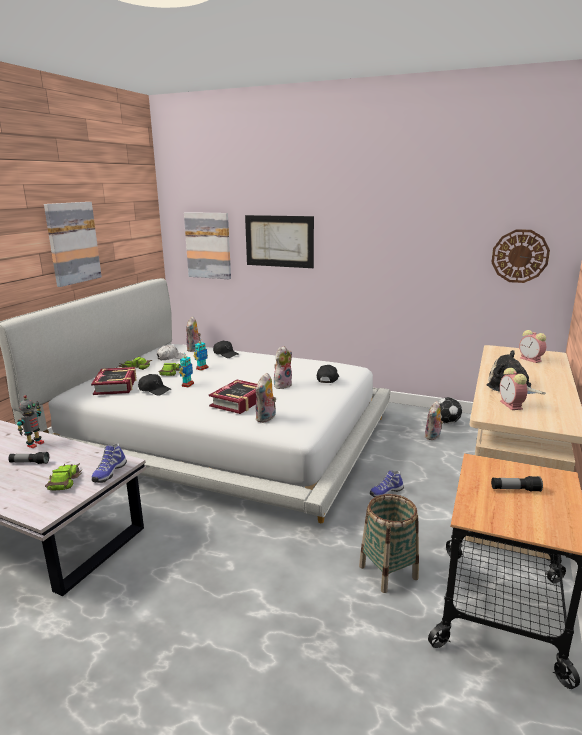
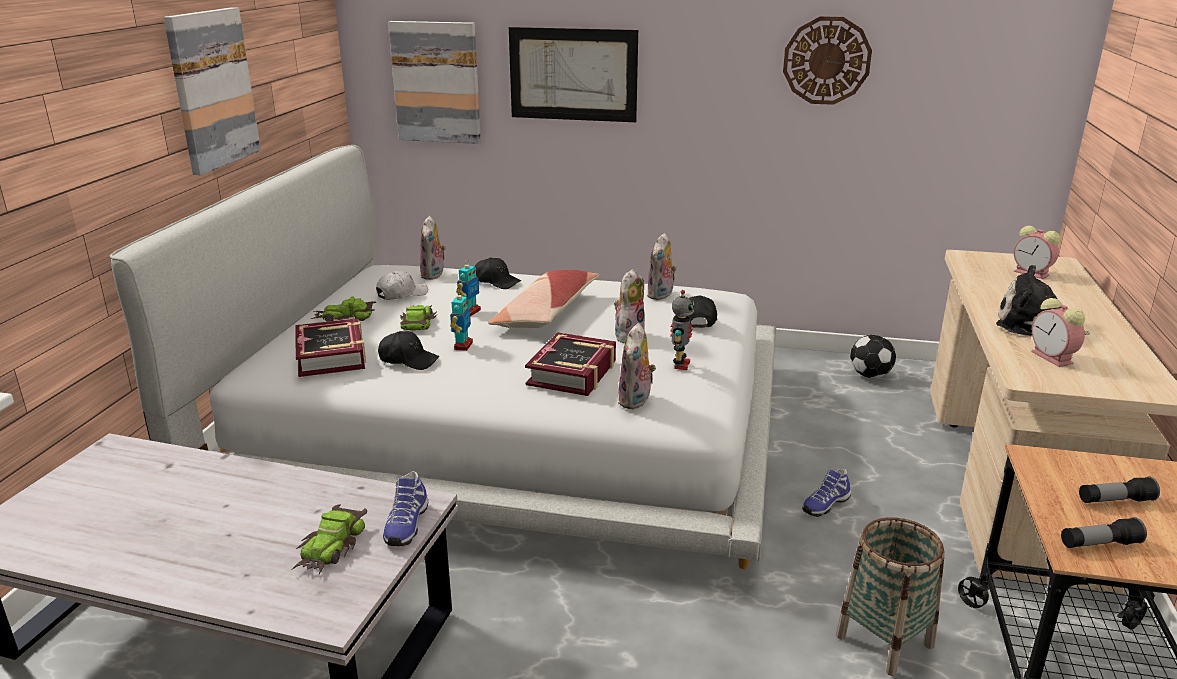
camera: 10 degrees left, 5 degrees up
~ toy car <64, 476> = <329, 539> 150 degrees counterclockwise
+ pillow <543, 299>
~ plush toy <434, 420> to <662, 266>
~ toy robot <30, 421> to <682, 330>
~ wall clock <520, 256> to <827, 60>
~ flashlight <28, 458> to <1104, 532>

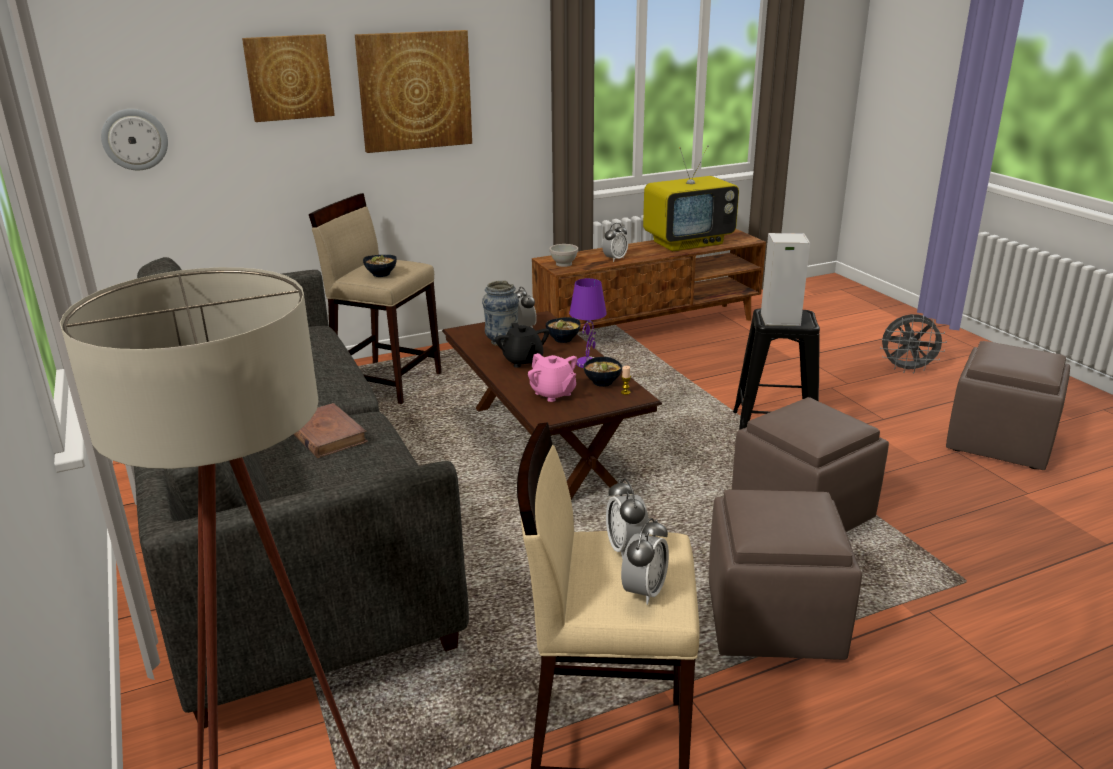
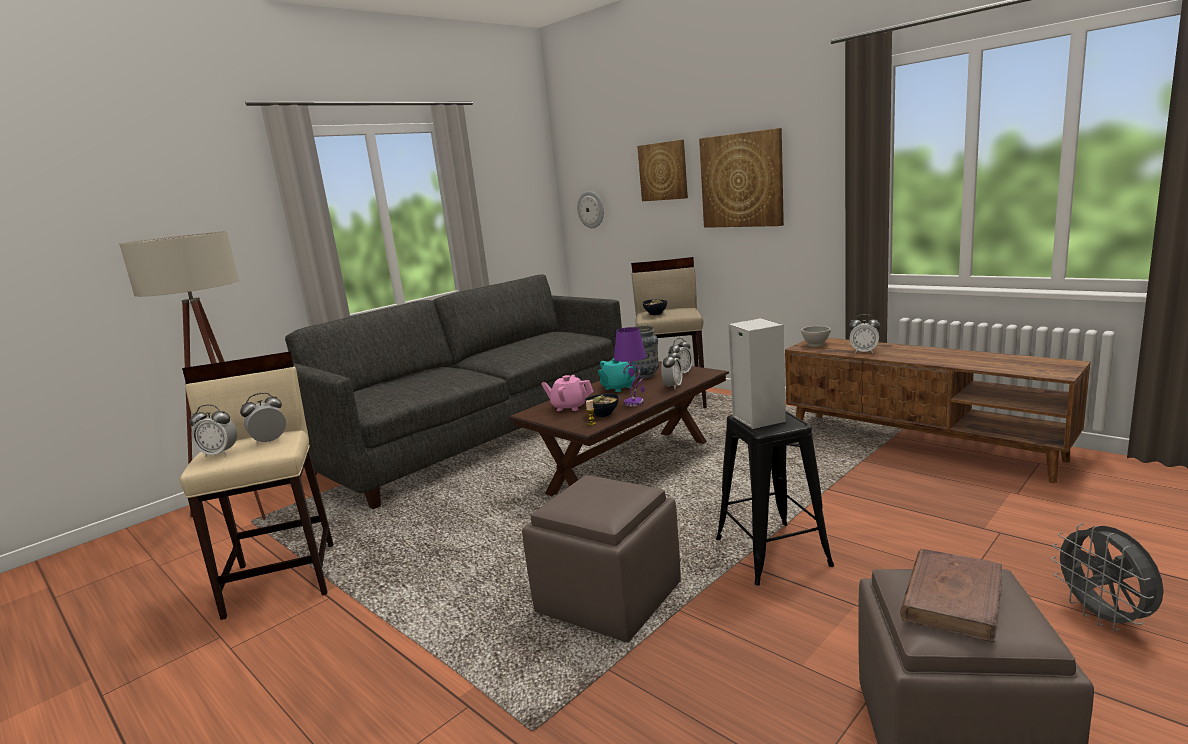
camera: 70 degrees right, 10 degrees down
~ teapot/pink <552, 377> = <567, 393> 75 degrees clockwise
~ teapot/black <522, 345> to teapot/turquoise <617, 375>
~ bowl <563, 330> to alarm clock <672, 369>
~ book/brown <330, 430> to <951, 596>
- television <691, 198>
- ottoman/brown <785, 575>

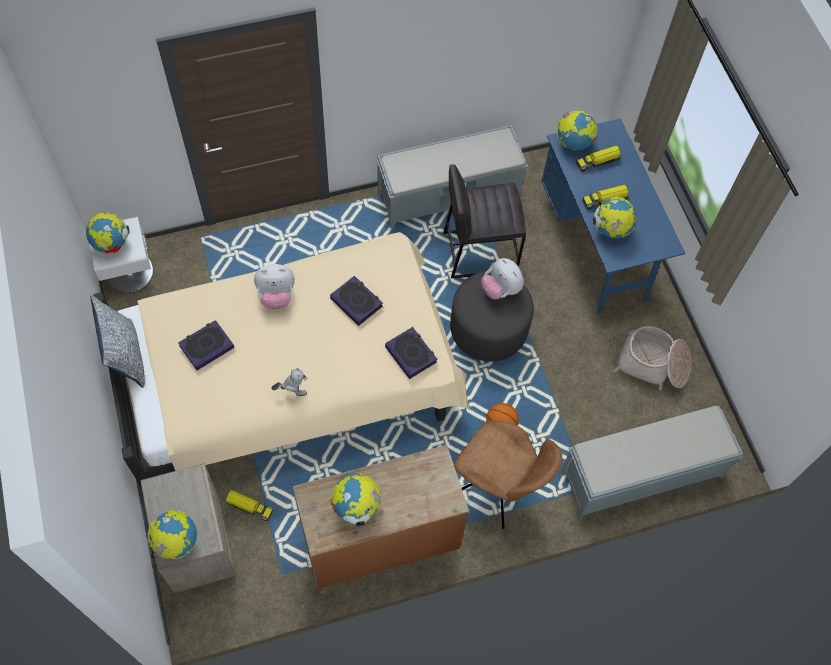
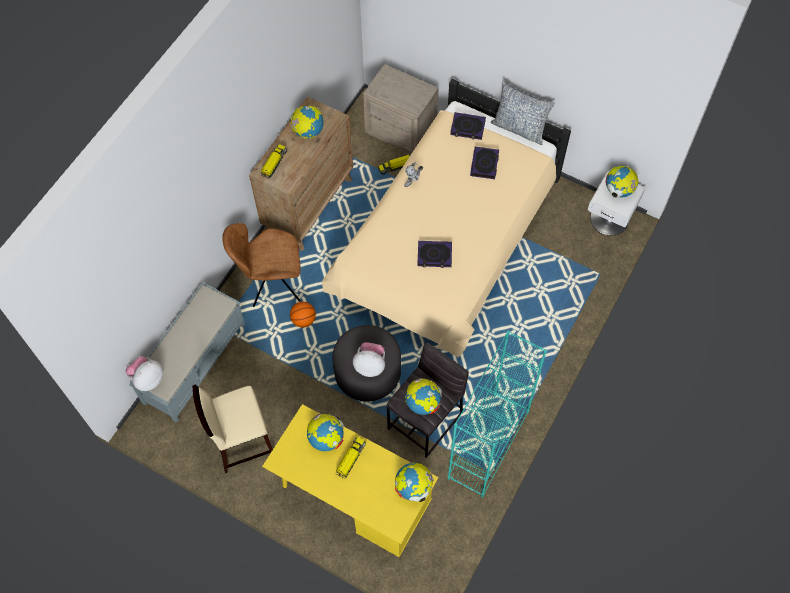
camera: 140 degrees right, 0 degrees up
~ plush toy <274, 286> to <144, 373>
~ basket <652, 358> to stool/beige <232, 429>
~ toy truck <598, 159> to <274, 161>
~ desk/blue <613, 216> to desk/yellow <350, 480>
~ globe <171, 535> to <423, 396>
~ bench/grey <452, 176> to bookcase/turquoise <497, 414>
~ book <411, 353> to <468, 126>

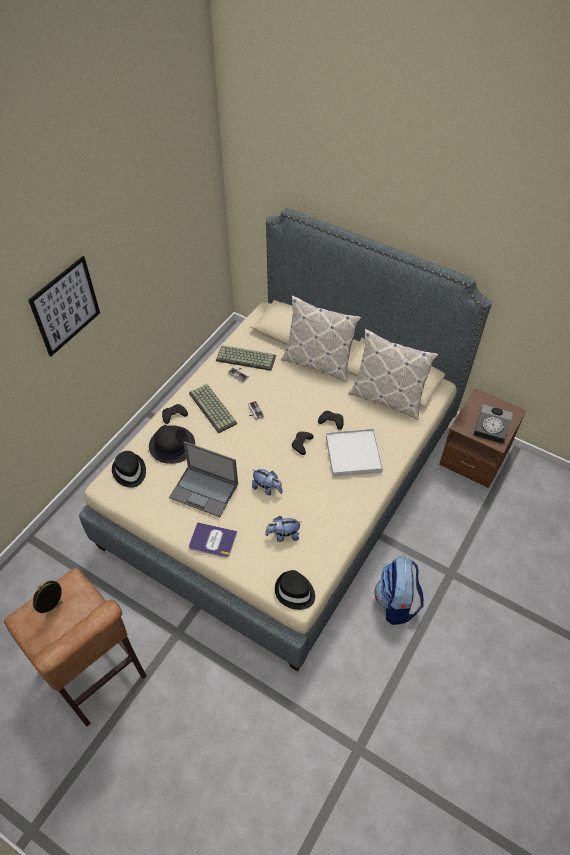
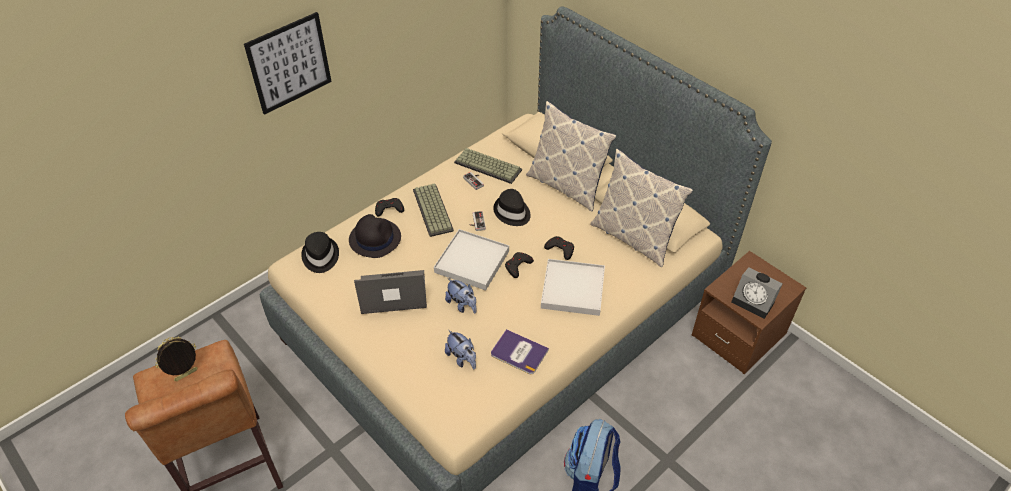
camera: 15 degrees right, 5 degrees down
~ laptop <203, 479> = <390, 292> 135 degrees clockwise
+ tray/white <471, 260>
~ plush toy <283, 529> = <460, 349> 135 degrees counterclockwise
~ book <213, 540> to <520, 351>
~ hat/black <295, 590> to <512, 207>

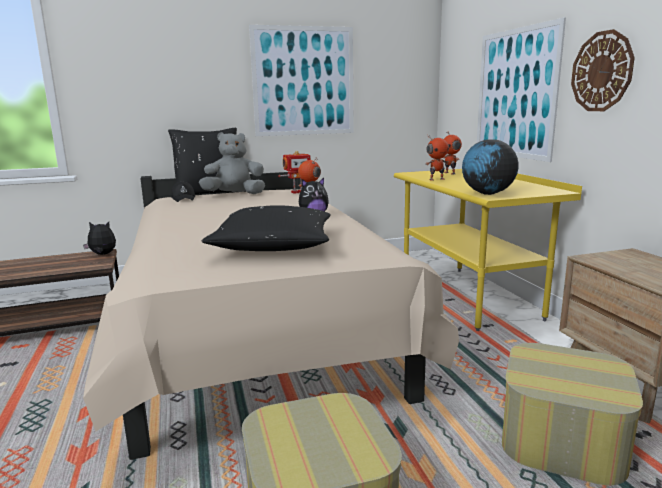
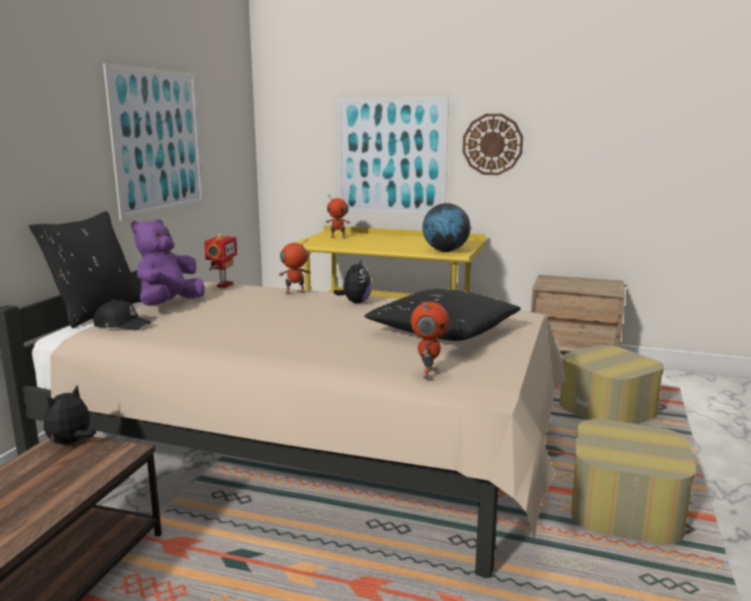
camera: 55 degrees left, 0 degrees up
~ plush toy/grey <232, 163> to plush toy/purple <168, 262>
~ toy robot <437, 158> to <430, 340>

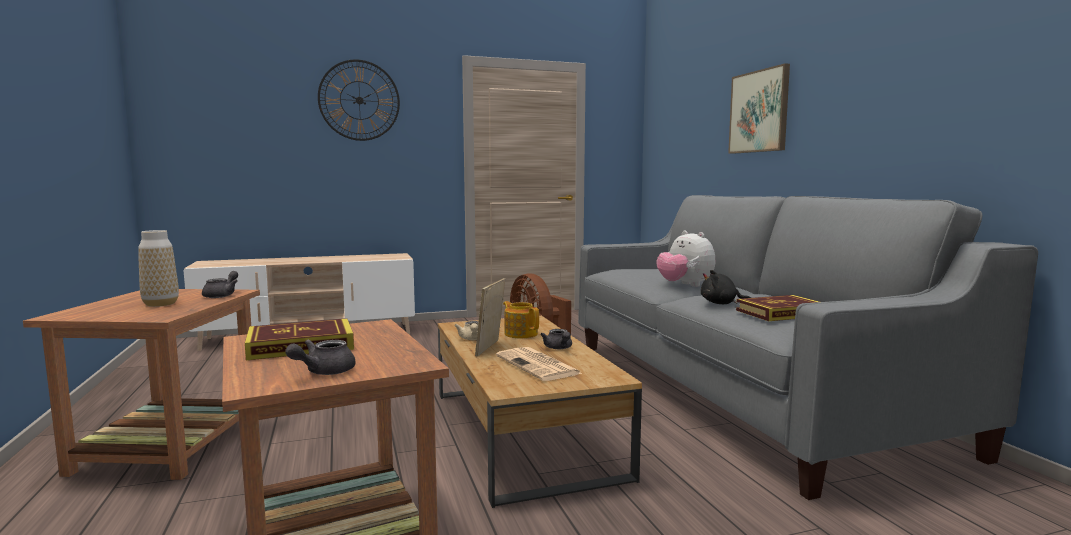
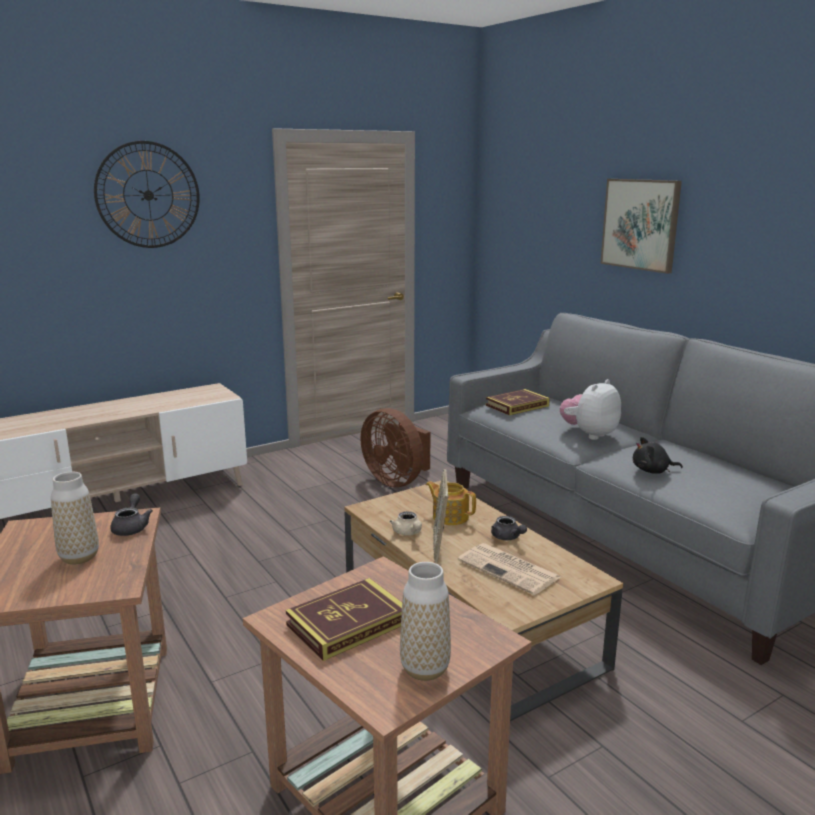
camera: 15 degrees left, 10 degrees up
~ teapot/grey <320, 357> to vase <425, 621>
~ book <777, 308> to <518, 402>
~ plush toy <685, 259> = <590, 409> 90 degrees clockwise

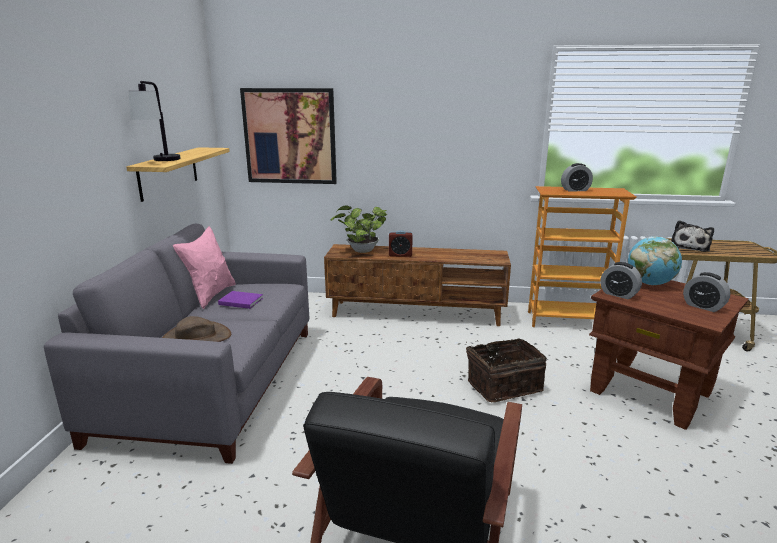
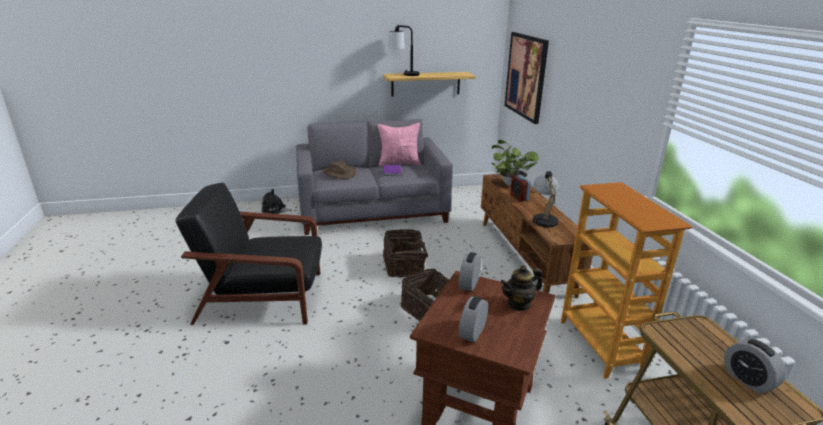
camera: 70 degrees right, 5 degrees up
~ plush toy <692, 236> to <276, 201>
+ basket <407, 253>
~ globe <655, 261> to teapot <521, 288>
+ table lamp <546, 201>
~ alarm clock <577, 177> to <755, 366>

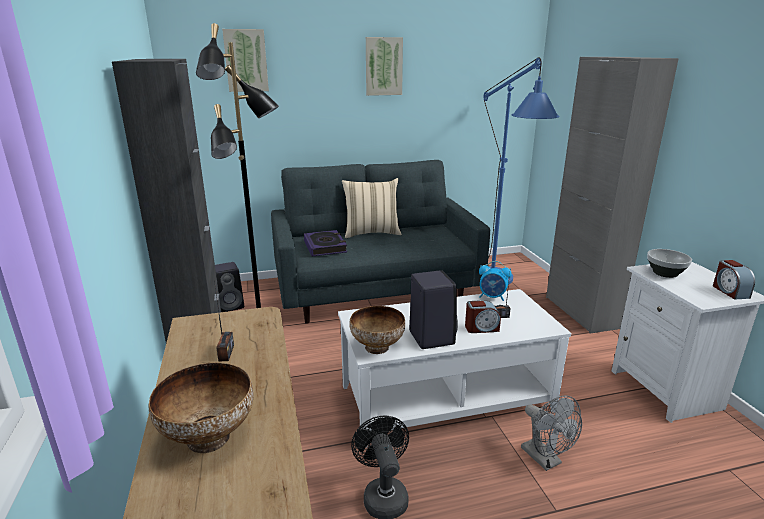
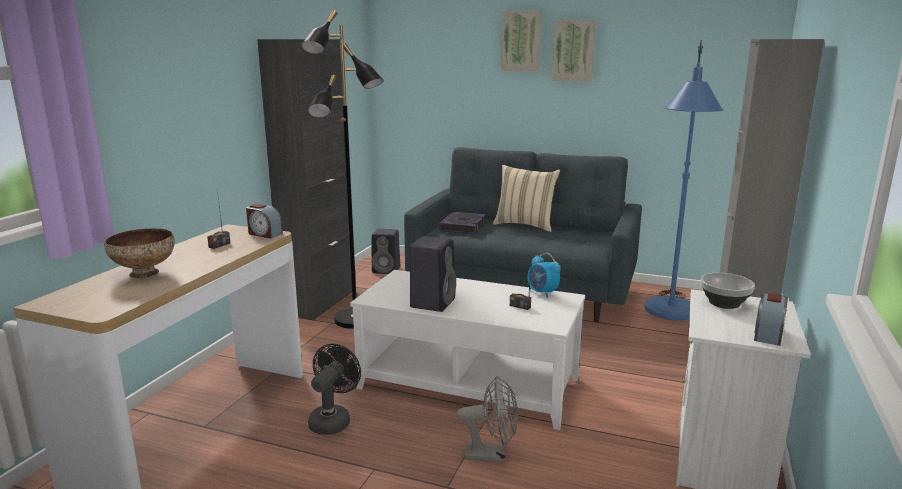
camera: 35 degrees right, 5 degrees down
~ alarm clock <483, 316> to <264, 221>
~ fan/grey <551, 433> = <487, 419> 90 degrees counterclockwise
~ picture <245, 60> to <521, 41>
- bowl <377, 330>

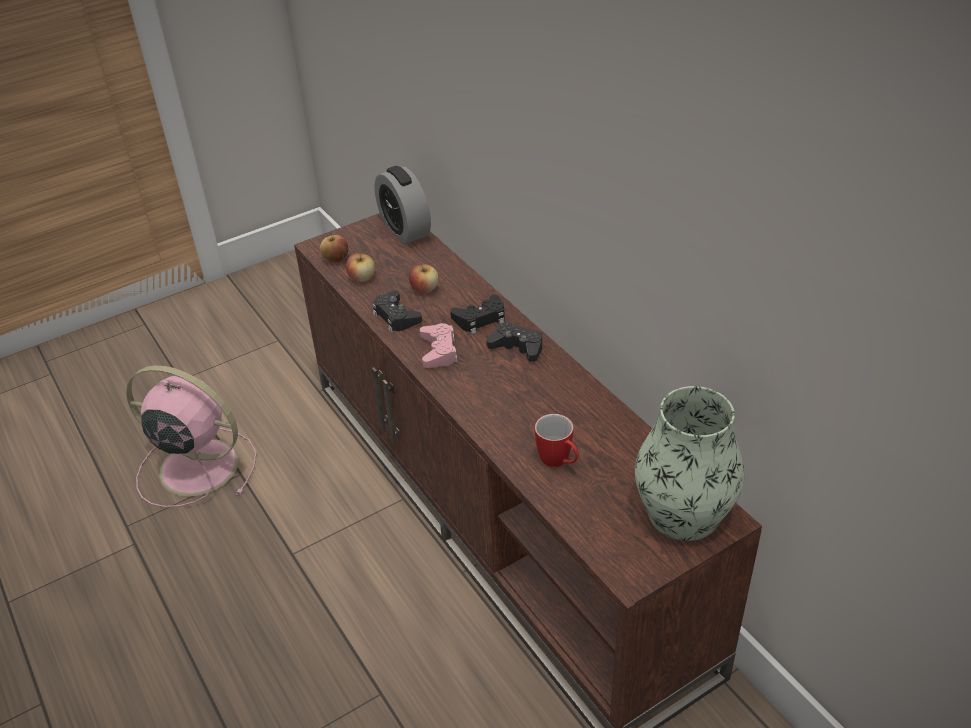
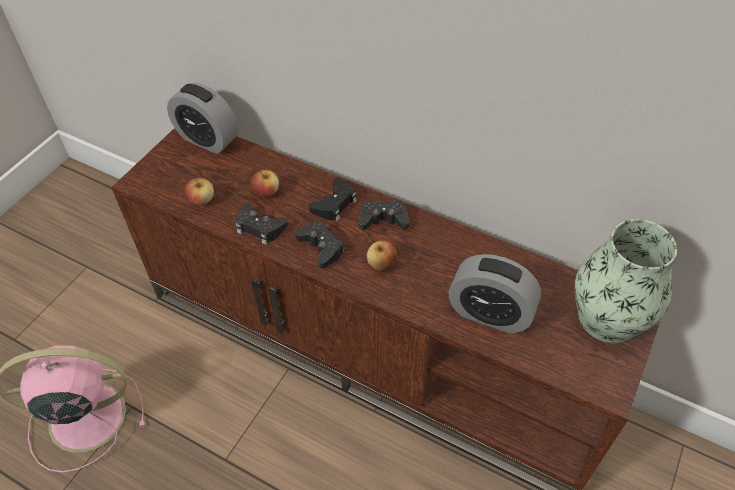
camera: 30 degrees left, 10 degrees up
~ game controller/pink <439, 345> to game controller/black <319, 244>
~ apple <334, 249> to <382, 256>
~ mug <557, 440> to alarm clock <494, 294>

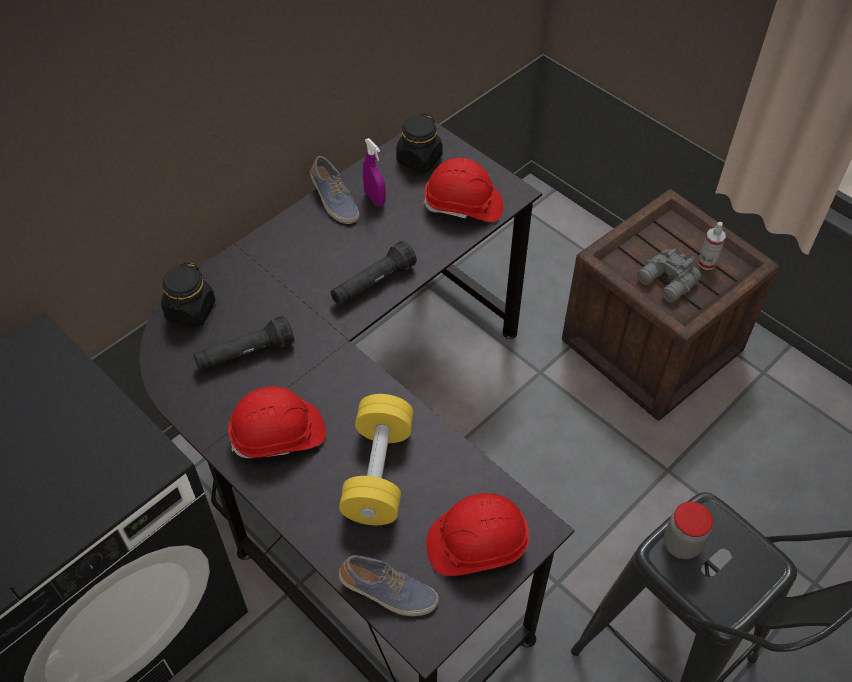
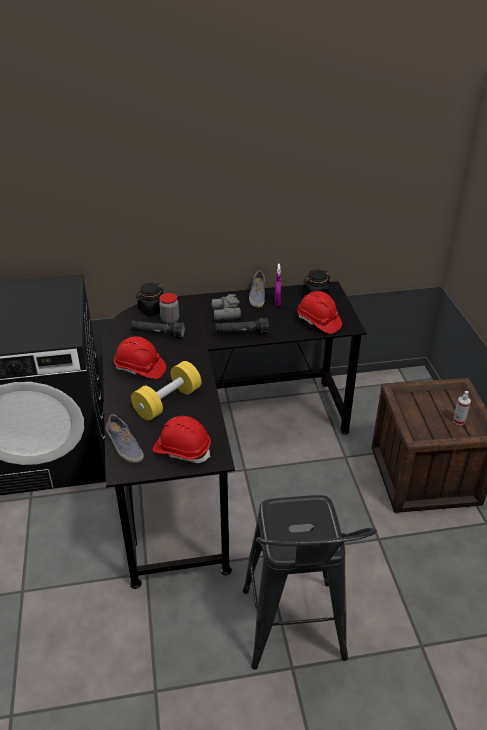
camera: 35 degrees right, 15 degrees down
~ jar <688, 530> to <169, 308>
~ binoculars/grey <669, 275> to <226, 307>

